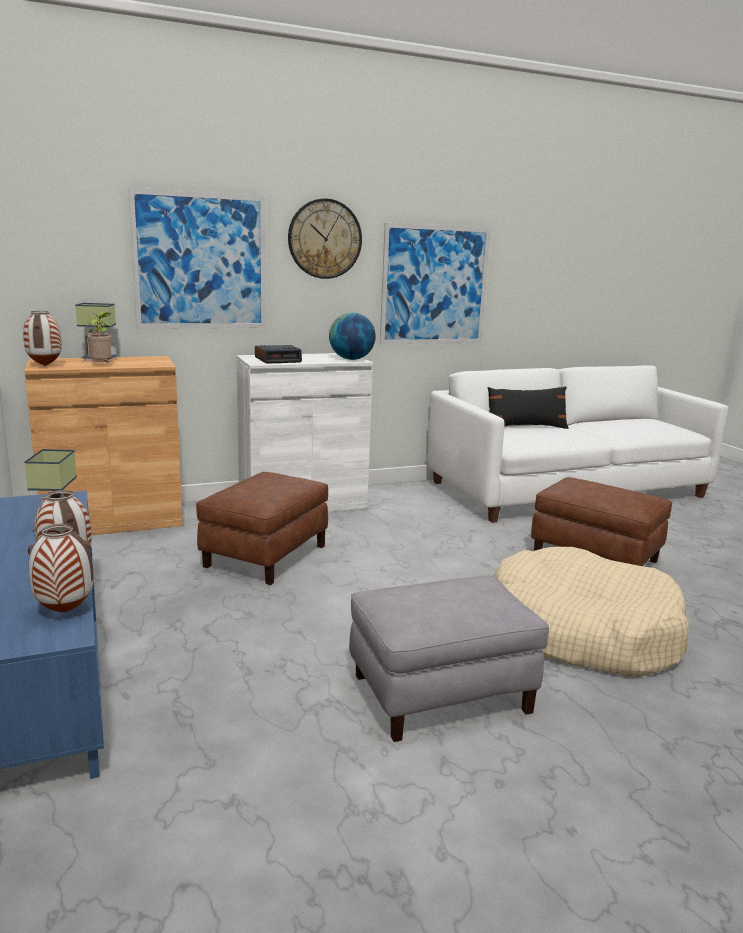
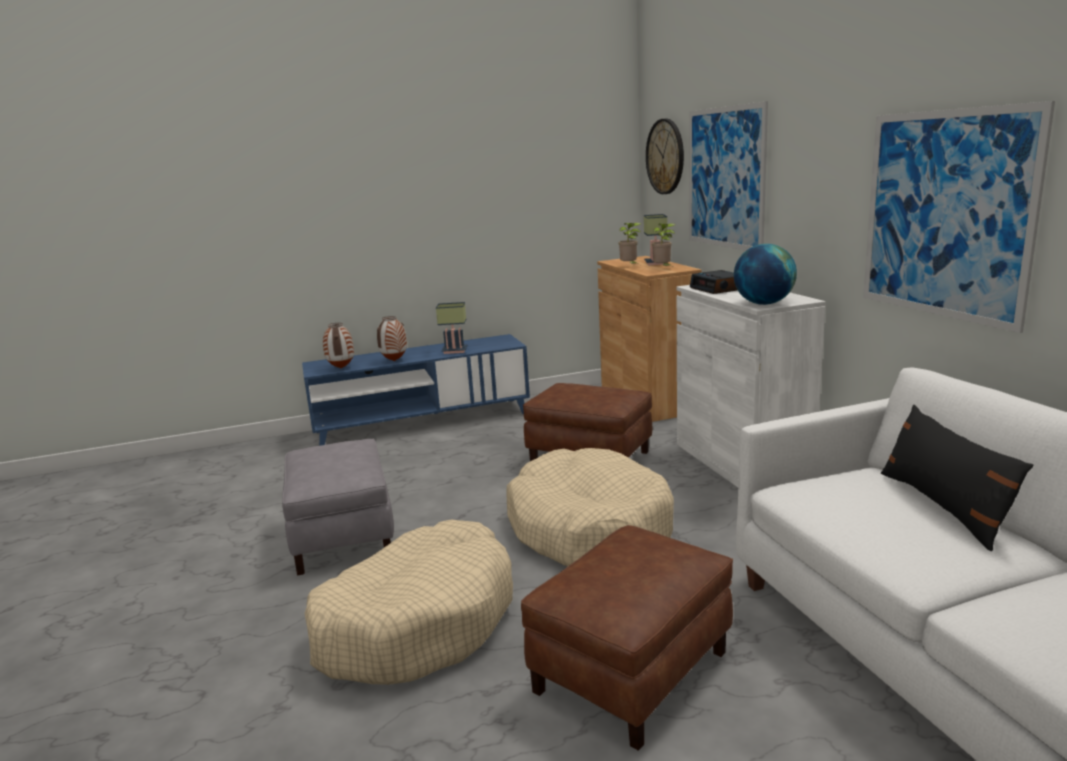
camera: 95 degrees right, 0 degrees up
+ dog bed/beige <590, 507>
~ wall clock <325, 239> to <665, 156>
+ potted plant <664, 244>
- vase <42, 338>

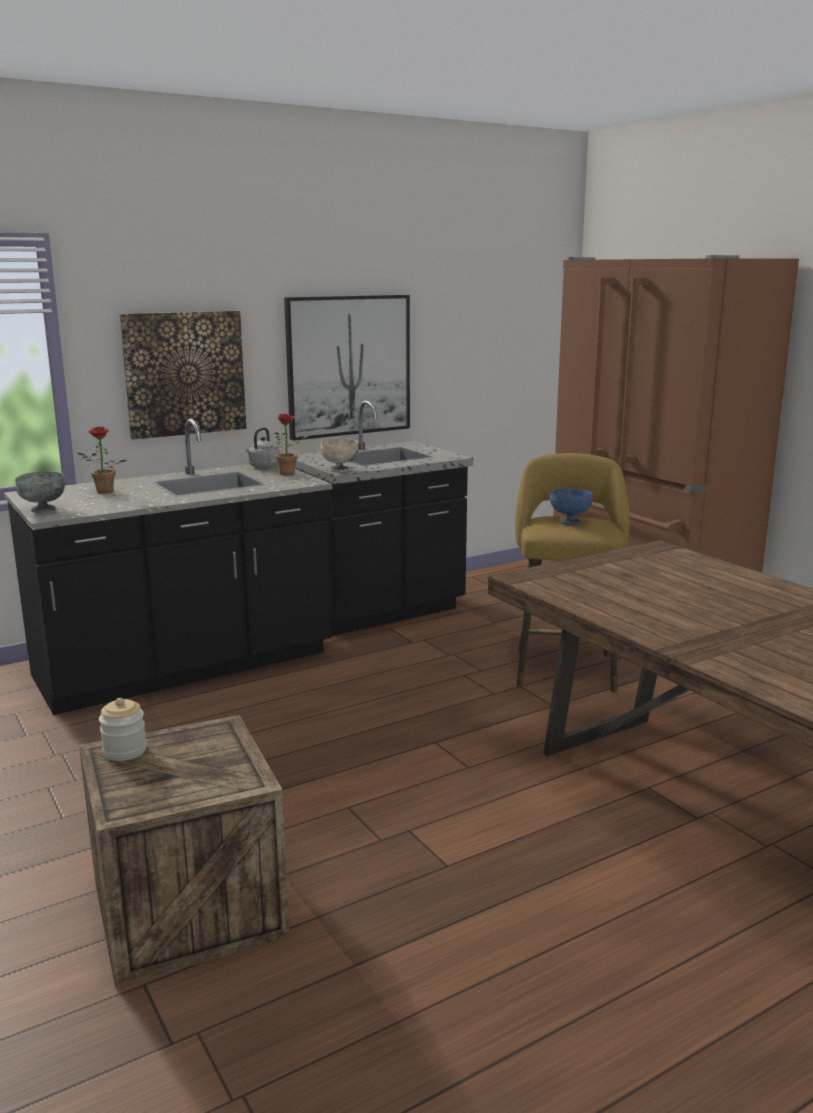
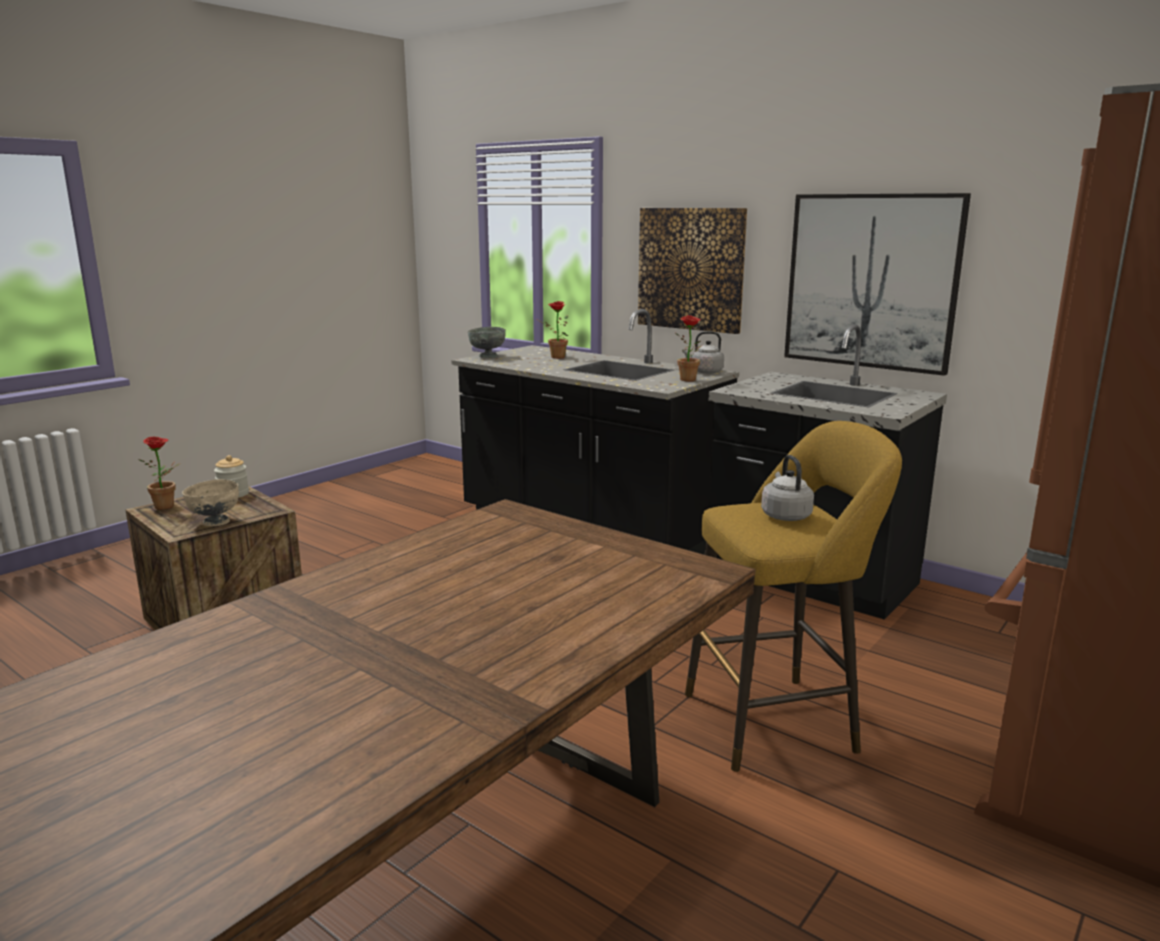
camera: 70 degrees right, 0 degrees up
+ potted plant <159, 473>
~ bowl/beige <339, 455> to <210, 502>
~ bowl/blue <571, 507> to kettle/grey <787, 488>

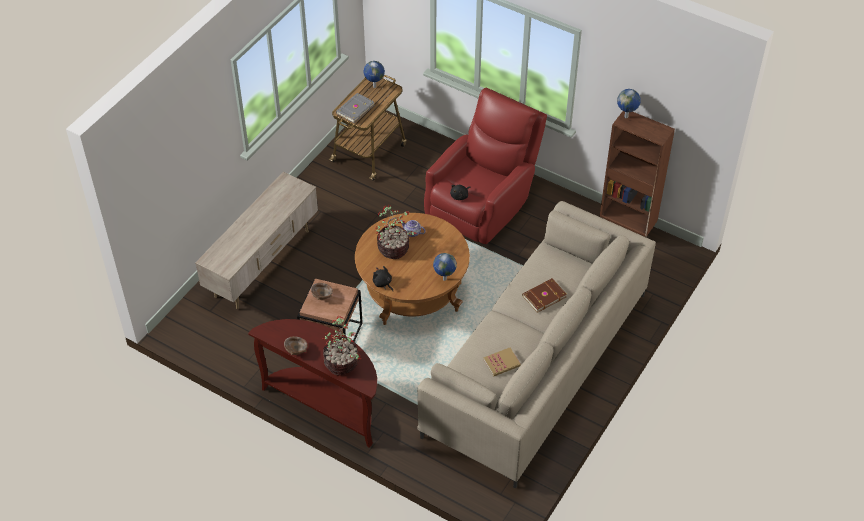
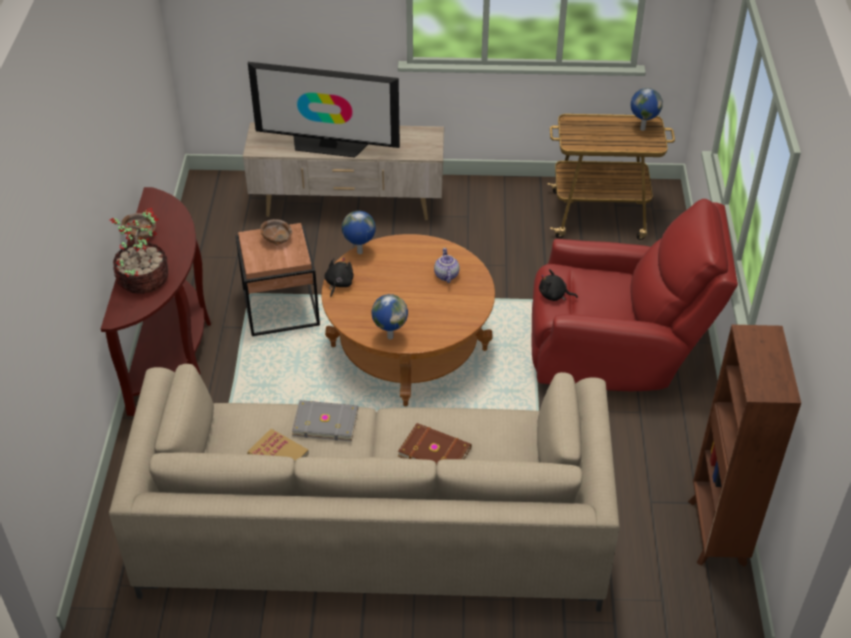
camera: 60 degrees right, 5 degrees down
+ television <324, 110>
~ book/grey <355, 108> to <325, 420>
~ globe <629, 103> to <359, 232>
- potted plant <395, 232>

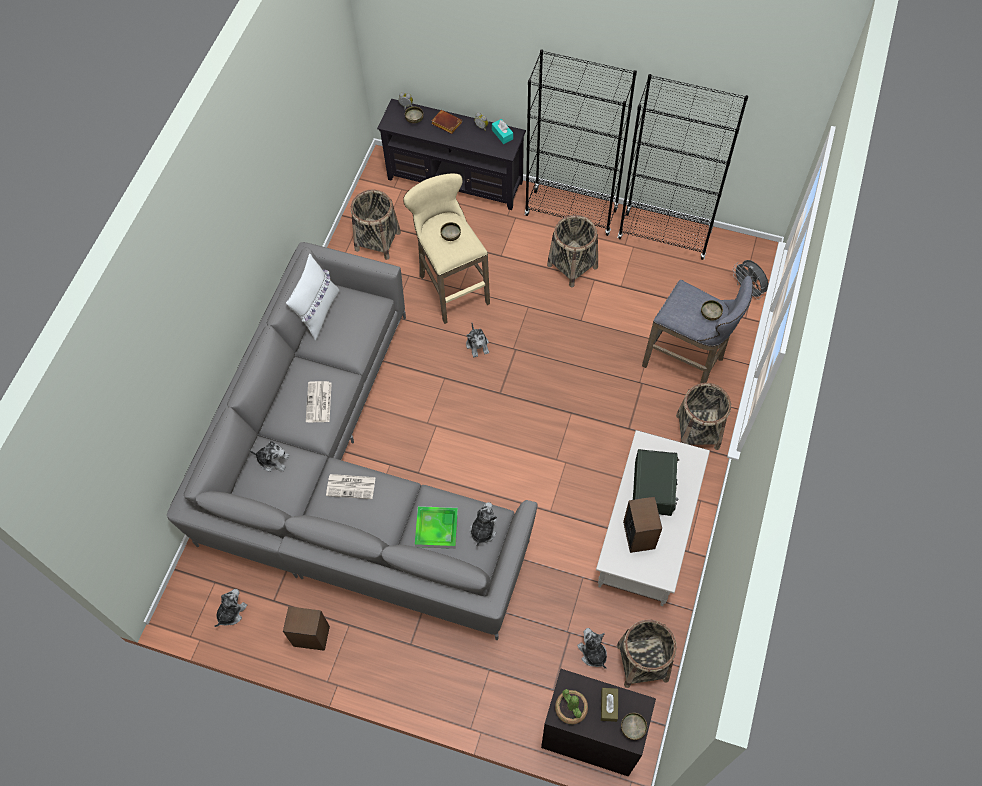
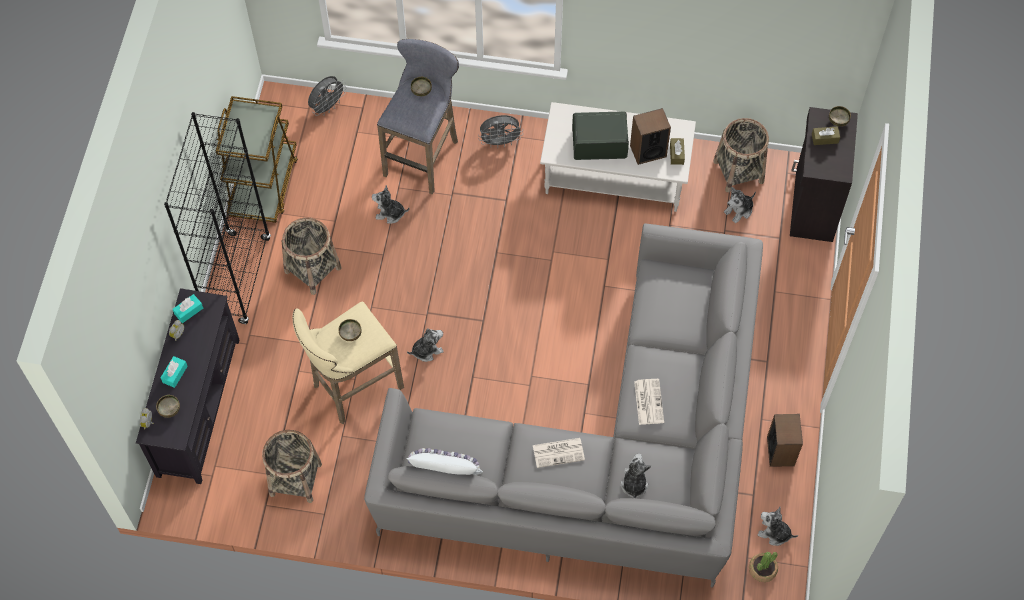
camera: 100 degrees left, 0 degrees up
~ book/brown <446, 122> to tissue box/turquoise <174, 372>
~ bookcase/black <682, 167> to cart/brown <257, 159>
~ plush toy <483, 524> to <391, 204>
~ basket <703, 416> to fan/grey <500, 131>
+ tissue box/brown <677, 151>
~ potted plant <571, 706> to <763, 567>
- tray <436, 527>

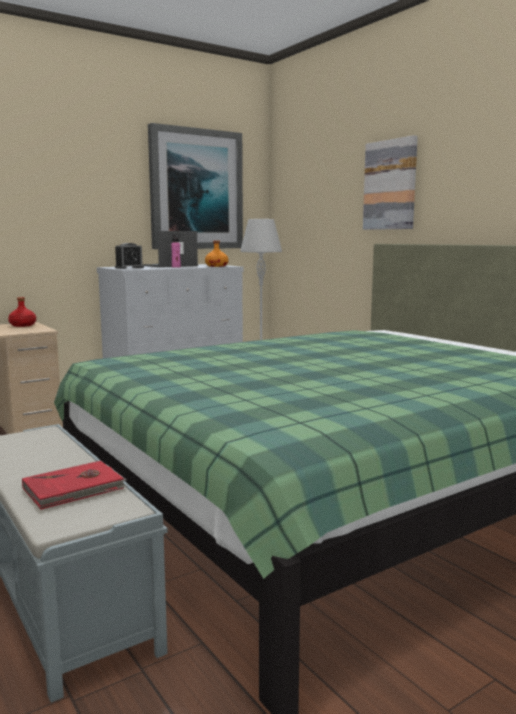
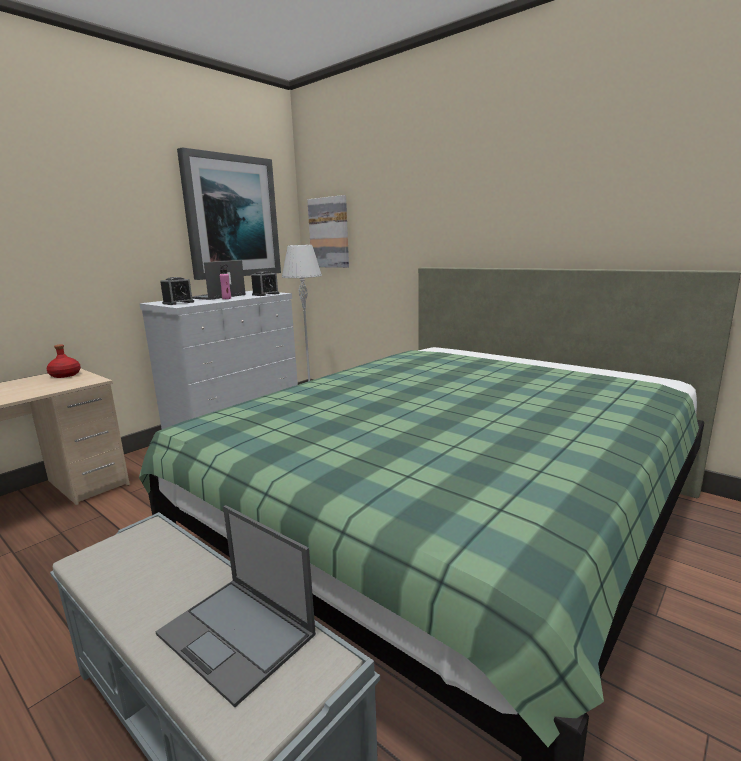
camera: 15 degrees left, 5 degrees up
~ book/red <74, 485> to laptop <235, 606>
~ bottle/orange <217, 253> to alarm clock <265, 283>
~ picture <390, 182> to <328, 231>

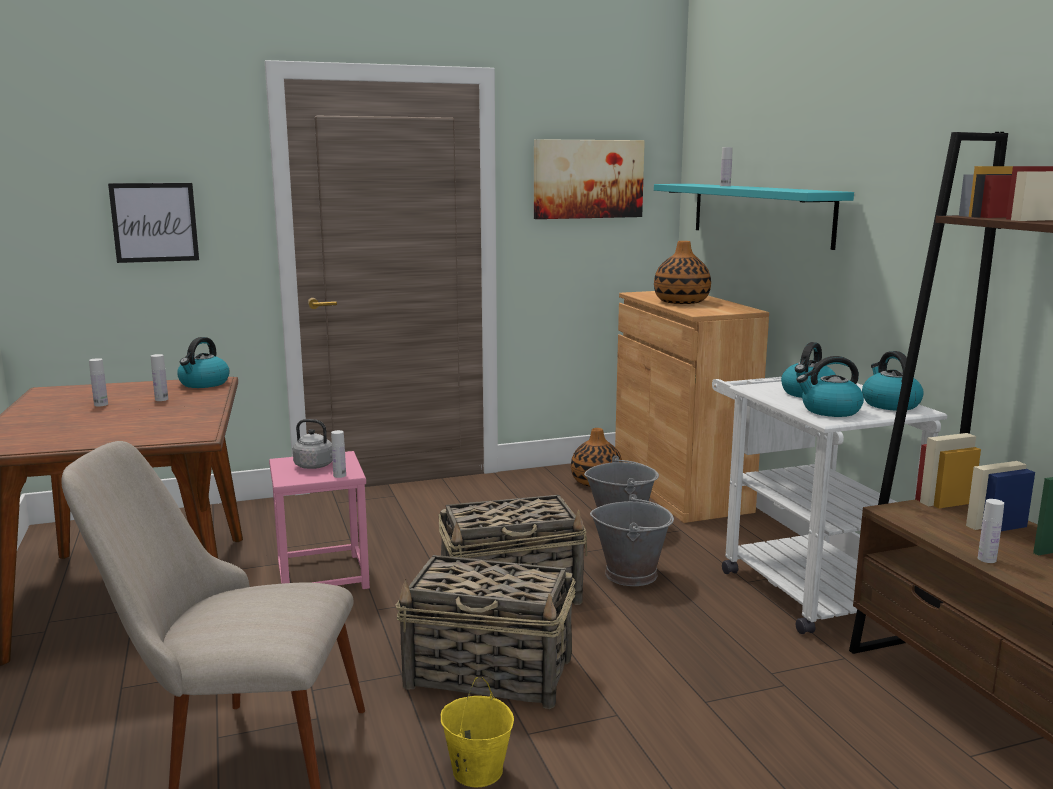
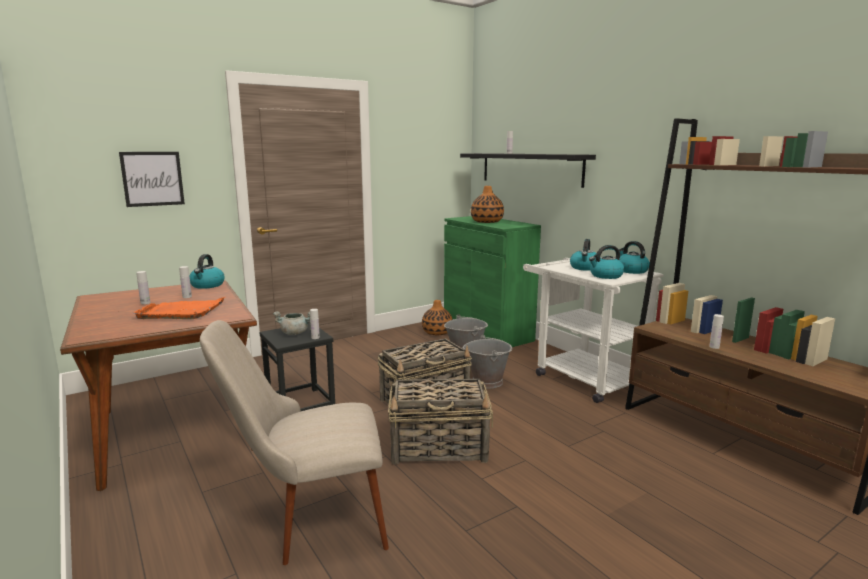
camera: 15 degrees left, 0 degrees up
+ tray/orange <179, 308>
~ stool/pink <319, 520> to stool/black <297, 367>
~ kettle/grey <312, 444> to cooking pot/grey <291, 323>
~ cabinet/brown <692, 407> to cabinet/green <492, 281>
~ shelf/turquoise <754, 217> to shelf/black <528, 170>
- bucket/yellow <477, 732>
- picture <589, 179>

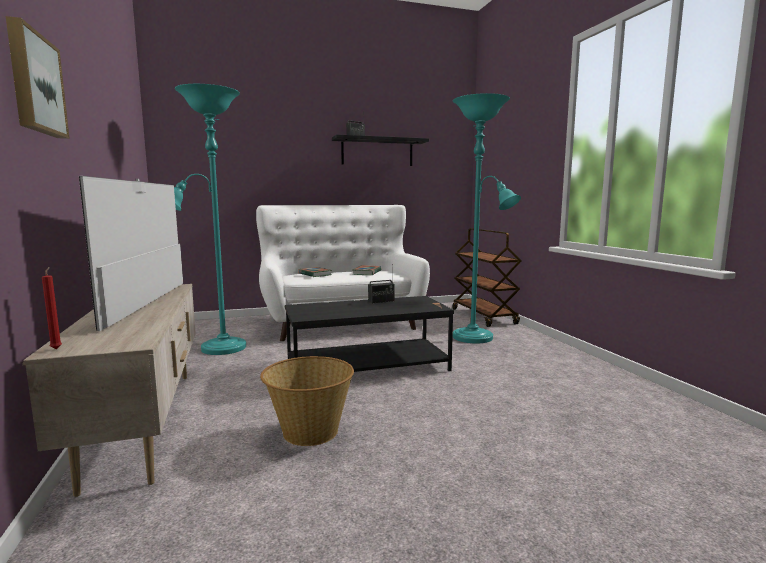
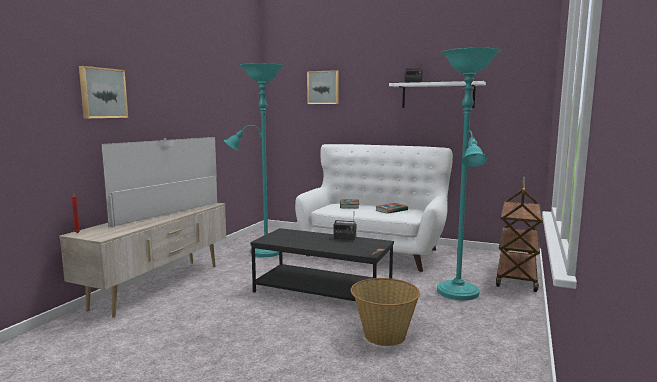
camera: 40 degrees right, 0 degrees up
+ picture <323, 87>
~ basket <307, 401> to <385, 312>
~ shelf/black <380, 150> to shelf/white <437, 94>

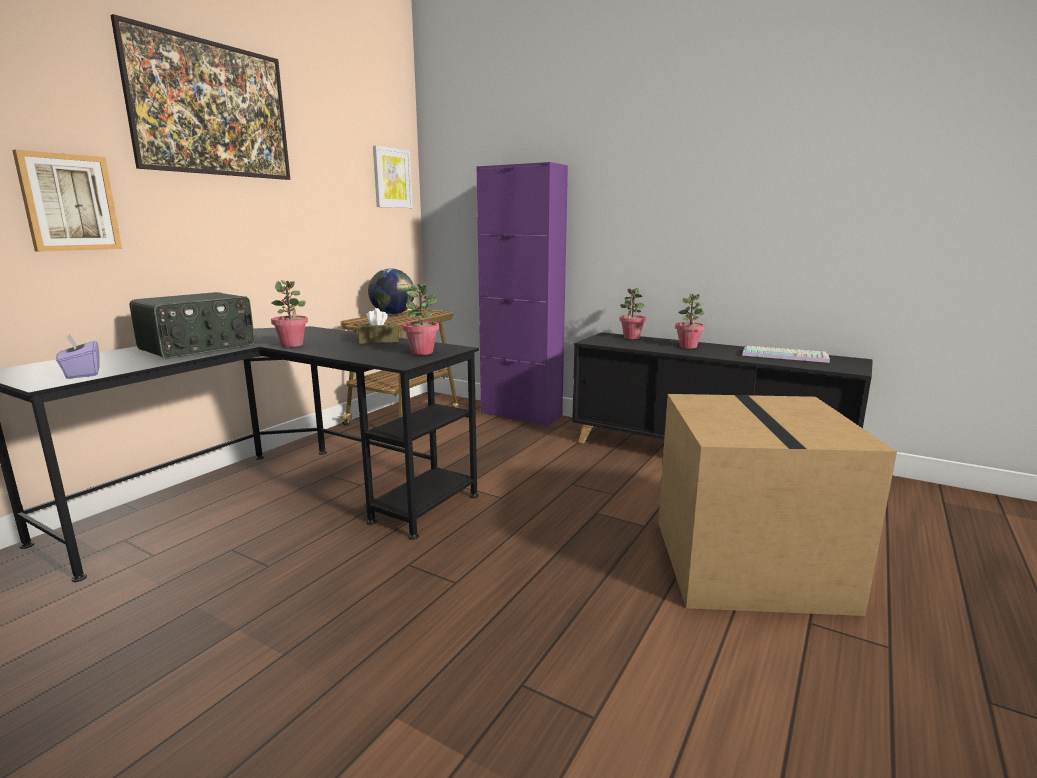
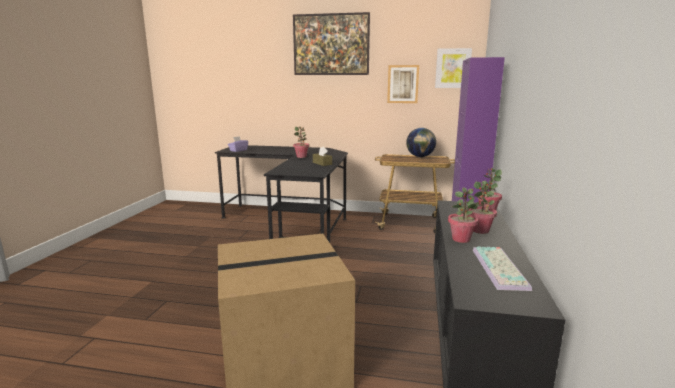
camera: 70 degrees right, 0 degrees up
~ picture <67, 201> to <403, 84>
~ potted plant <420, 319> to <463, 215>
- radio <192, 325>

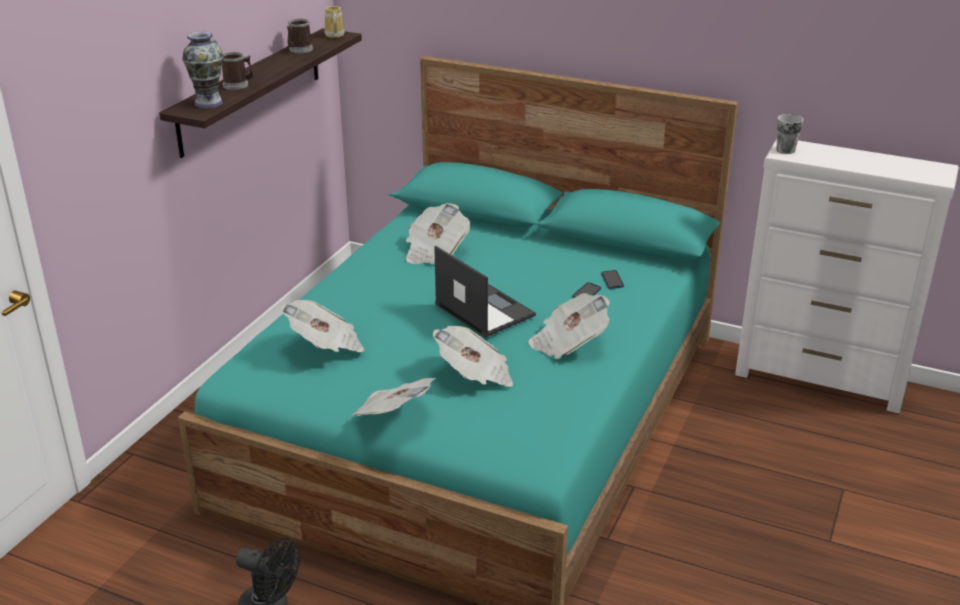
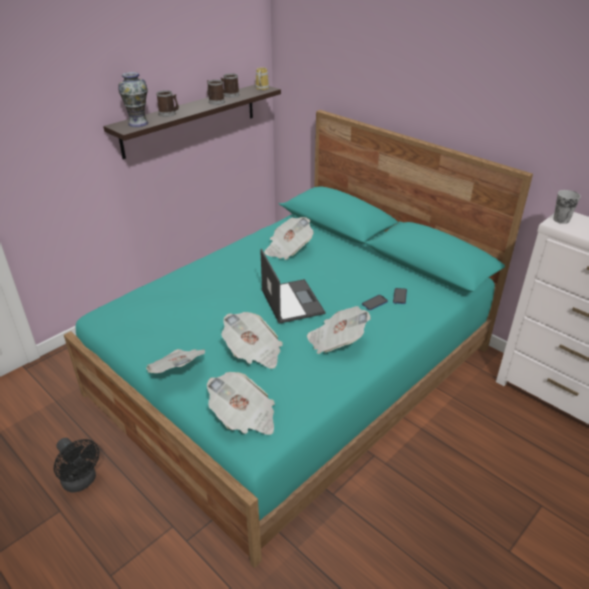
camera: 20 degrees right, 5 degrees up
+ mug <216, 92>
~ newspaper <322, 326> to <241, 403>

